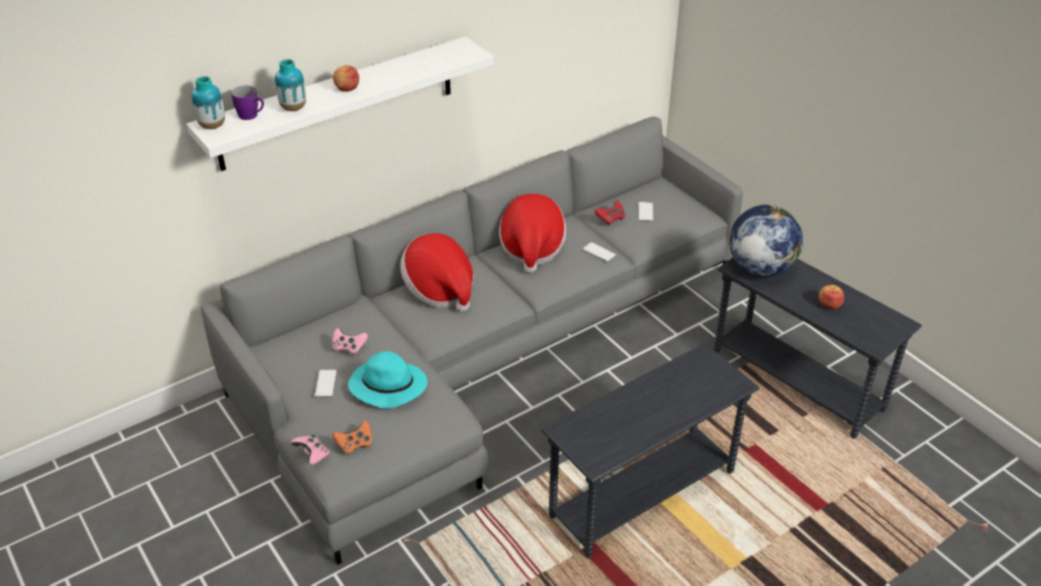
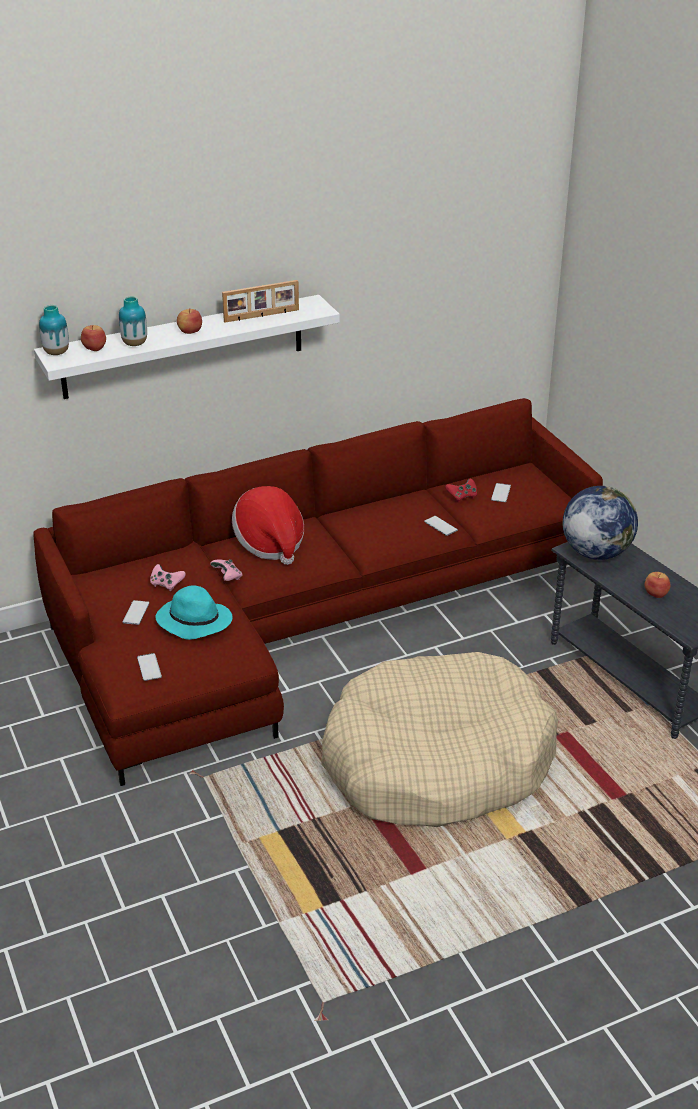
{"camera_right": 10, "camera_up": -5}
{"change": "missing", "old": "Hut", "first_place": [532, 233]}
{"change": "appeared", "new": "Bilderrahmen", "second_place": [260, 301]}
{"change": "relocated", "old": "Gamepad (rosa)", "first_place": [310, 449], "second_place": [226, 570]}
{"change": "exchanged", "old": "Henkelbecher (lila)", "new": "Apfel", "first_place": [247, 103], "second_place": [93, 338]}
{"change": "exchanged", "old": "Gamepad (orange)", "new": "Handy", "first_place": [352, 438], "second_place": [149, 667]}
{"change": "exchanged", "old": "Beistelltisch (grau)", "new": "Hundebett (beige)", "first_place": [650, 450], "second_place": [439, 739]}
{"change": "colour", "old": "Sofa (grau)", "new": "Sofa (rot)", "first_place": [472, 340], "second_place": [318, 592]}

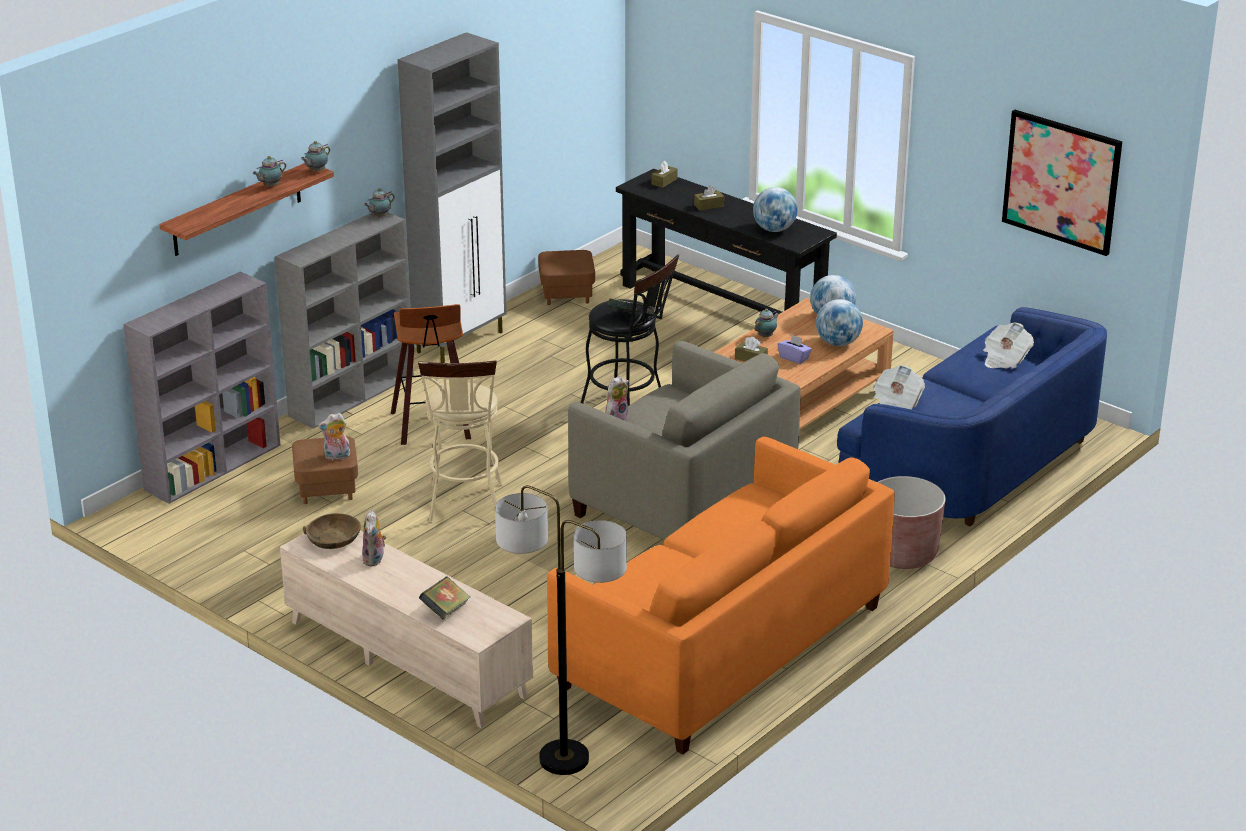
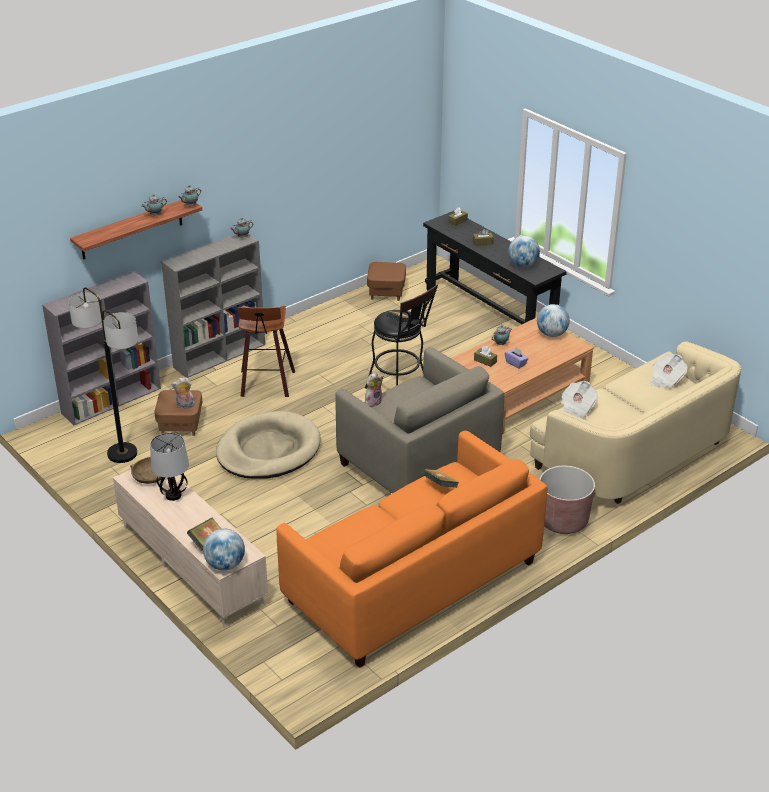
{"camera_right": 10, "camera_up": 5}
{"change": "missing", "old": "Schrank (grau)", "first_place": [452, 197]}
{"change": "missing", "old": "Bild", "first_place": [1062, 183]}
{"change": "appeared", "new": "Buch", "second_place": [440, 478]}
{"change": "relocated", "old": "Stehlampe", "first_place": [561, 630], "second_place": [103, 375]}
{"change": "relocated", "old": "Globus", "first_place": [839, 322], "second_place": [224, 550]}
{"change": "exchanged", "old": "Plüschtier", "new": "Tischlampe", "first_place": [374, 538], "second_place": [169, 467]}
{"change": "exchanged", "old": "Hocker (beige)", "new": "Hundebett (beige)", "first_place": [460, 442], "second_place": [268, 445]}
{"change": "colour", "old": "Sofa (blau)", "new": "Sofa (beige)", "first_place": [972, 416], "second_place": [635, 422]}

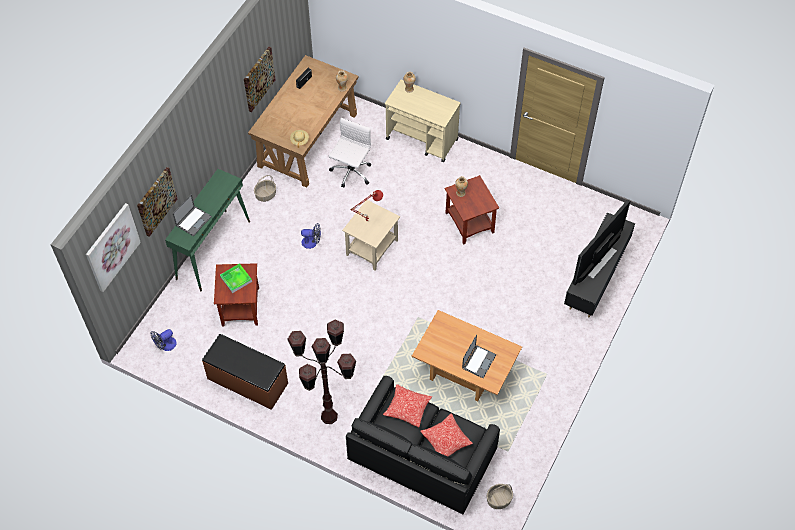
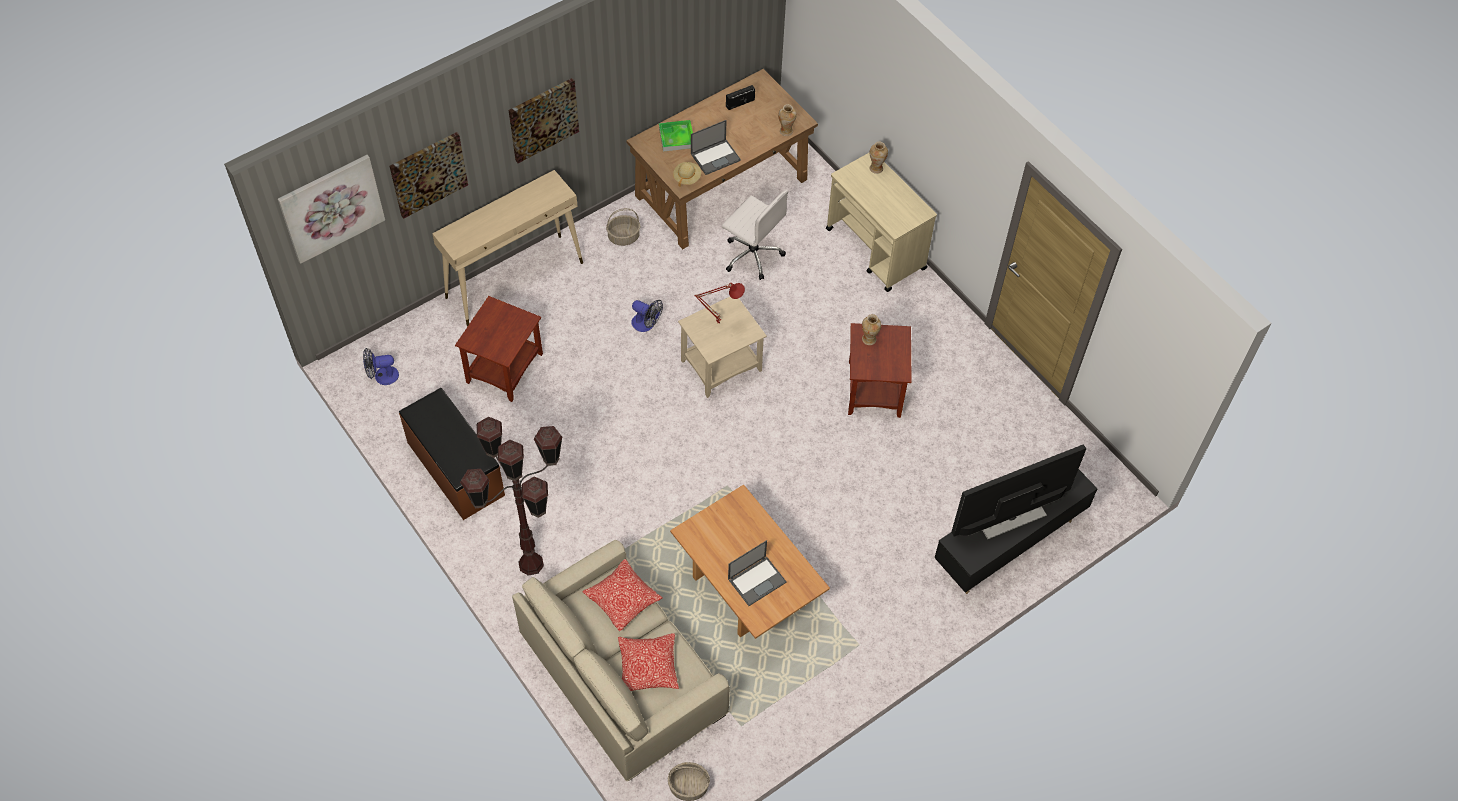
{"camera_right": 25, "camera_up": 0}
{"change": "relocated", "old": "Laptop", "first_place": [192, 215], "second_place": [716, 147]}
{"change": "relocated", "old": "Tablett", "first_place": [236, 278], "second_place": [676, 135]}
{"change": "relocated", "old": "Bild", "first_place": [260, 79], "second_place": [544, 120]}
{"change": "colour", "old": "Konsolentisch (grün)", "new": "Konsolentisch (beige)", "first_place": [207, 230], "second_place": [507, 248]}
{"change": "colour", "old": "Sofa (schwarz)", "new": "Sofa (beige)", "first_place": [423, 445], "second_place": [621, 660]}
{"change": "spun", "old": "Bürostuhl (weiß)", "first_place": [350, 153], "second_place": [755, 235], "degrees": 75}

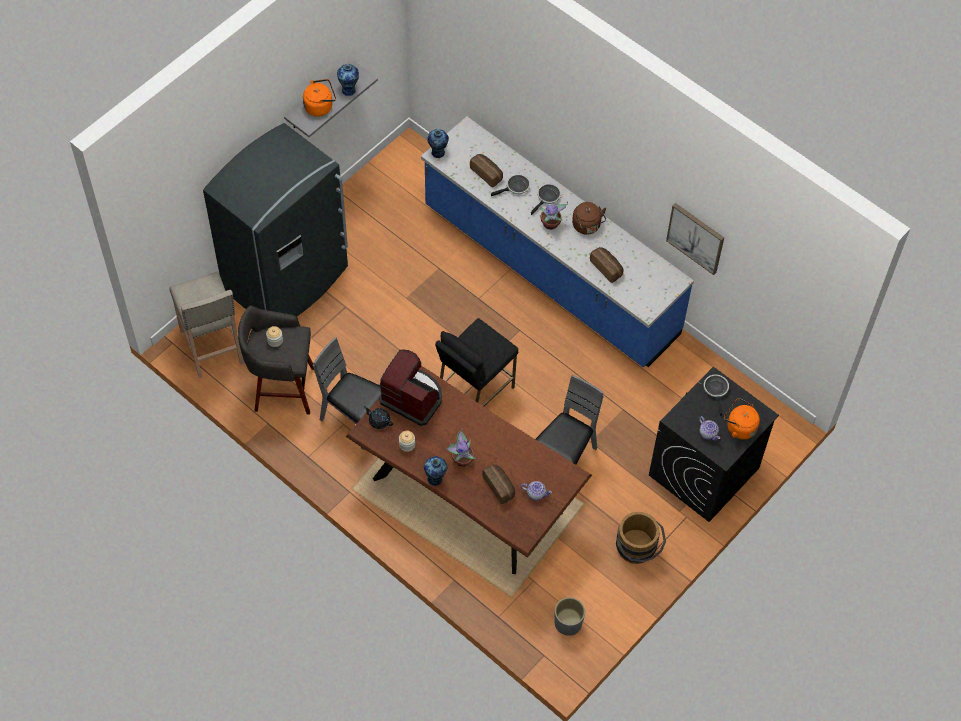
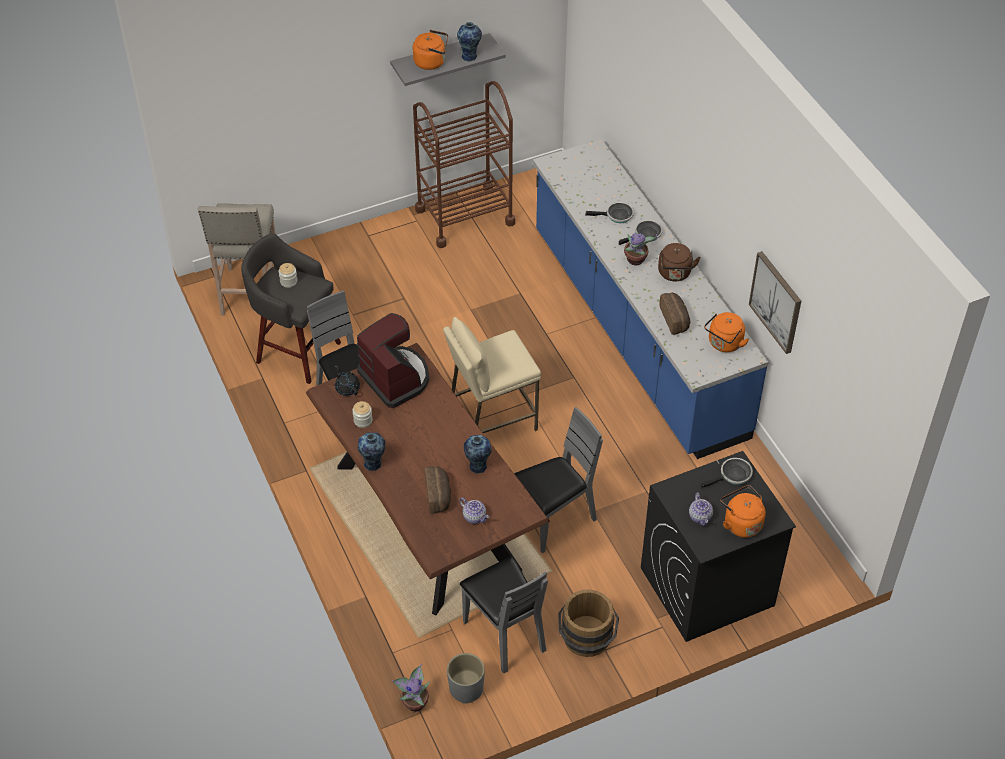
{"camera_right": 25, "camera_up": -10}
{"change": "missing", "old": "Kühlschrank (grau)", "first_place": [275, 220]}
{"change": "missing", "old": "Brot", "first_place": [486, 170]}
{"change": "appeared", "new": "Rollwagen (braun)", "second_place": [464, 164]}
{"change": "appeared", "new": "Stuhl (grau)", "second_place": [504, 614]}
{"change": "appeared", "new": "Wasserkessel (orange)", "second_place": [726, 332]}
{"change": "relocated", "old": "Vase", "first_place": [438, 143], "second_place": [477, 454]}
{"change": "relocated", "old": "Topfpflanze", "first_place": [461, 447], "second_place": [411, 688]}
{"change": "colour", "old": "Hocker (schwarz)", "new": "Hocker (beige)", "first_place": [476, 362], "second_place": [492, 375]}
{"change": "spun", "old": "Pfanne", "first_place": [716, 395], "second_place": [727, 473], "degrees": 45}

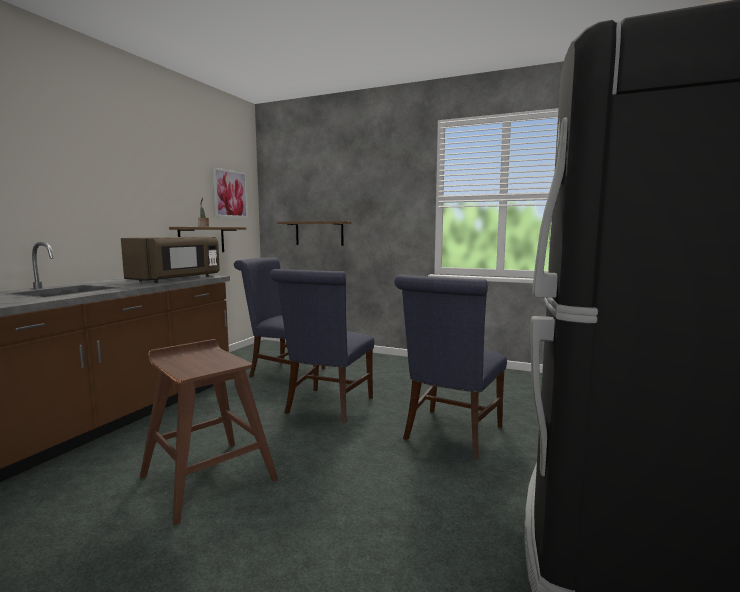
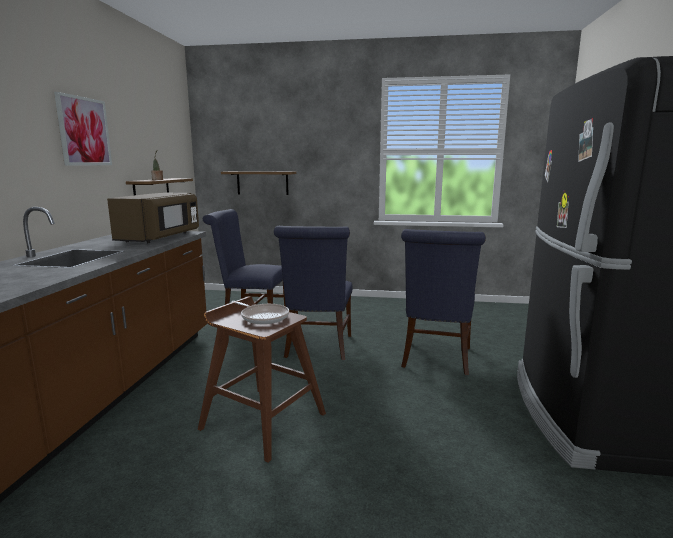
{"camera_right": -15, "camera_up": 5}
{"change": "appeared", "new": "Pfanne", "second_place": [260, 312]}
{"change": "relocated", "old": "Bild", "first_place": [230, 192], "second_place": [83, 129]}

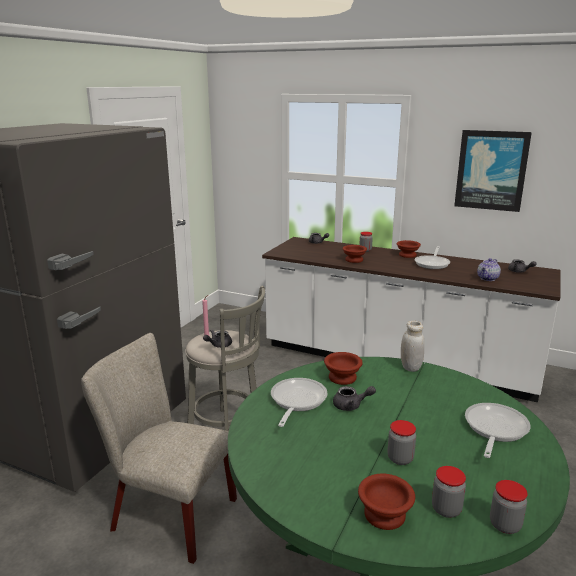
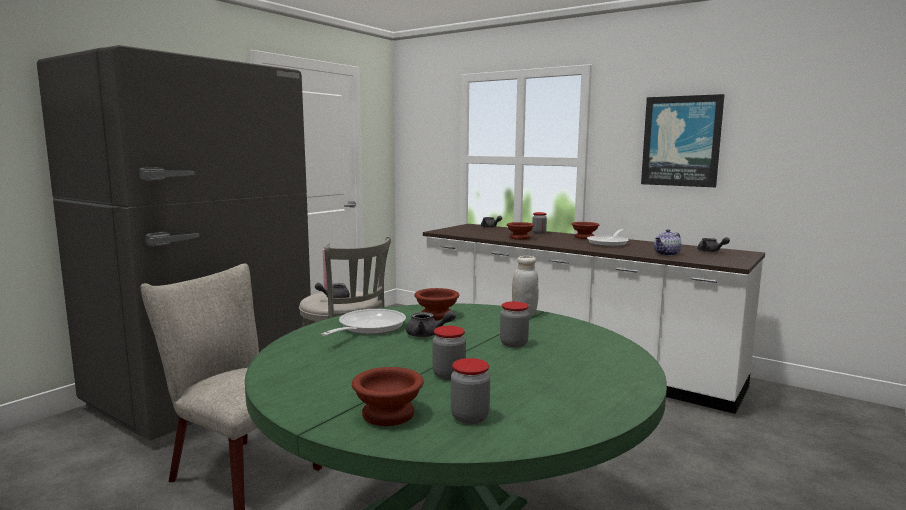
{"camera_right": 10, "camera_up": -10}
{"change": "missing", "old": "Pfanne", "first_place": [498, 430]}
{"change": "relocated", "old": "Vorratsglas", "first_place": [508, 507], "second_place": [514, 324]}

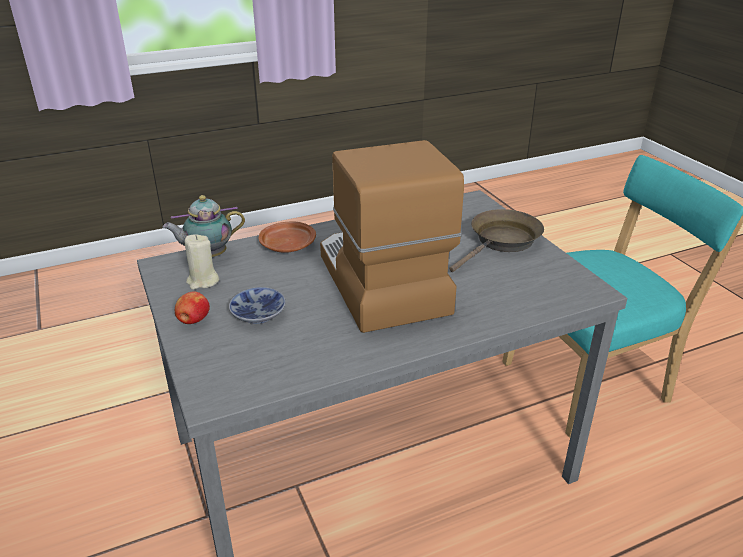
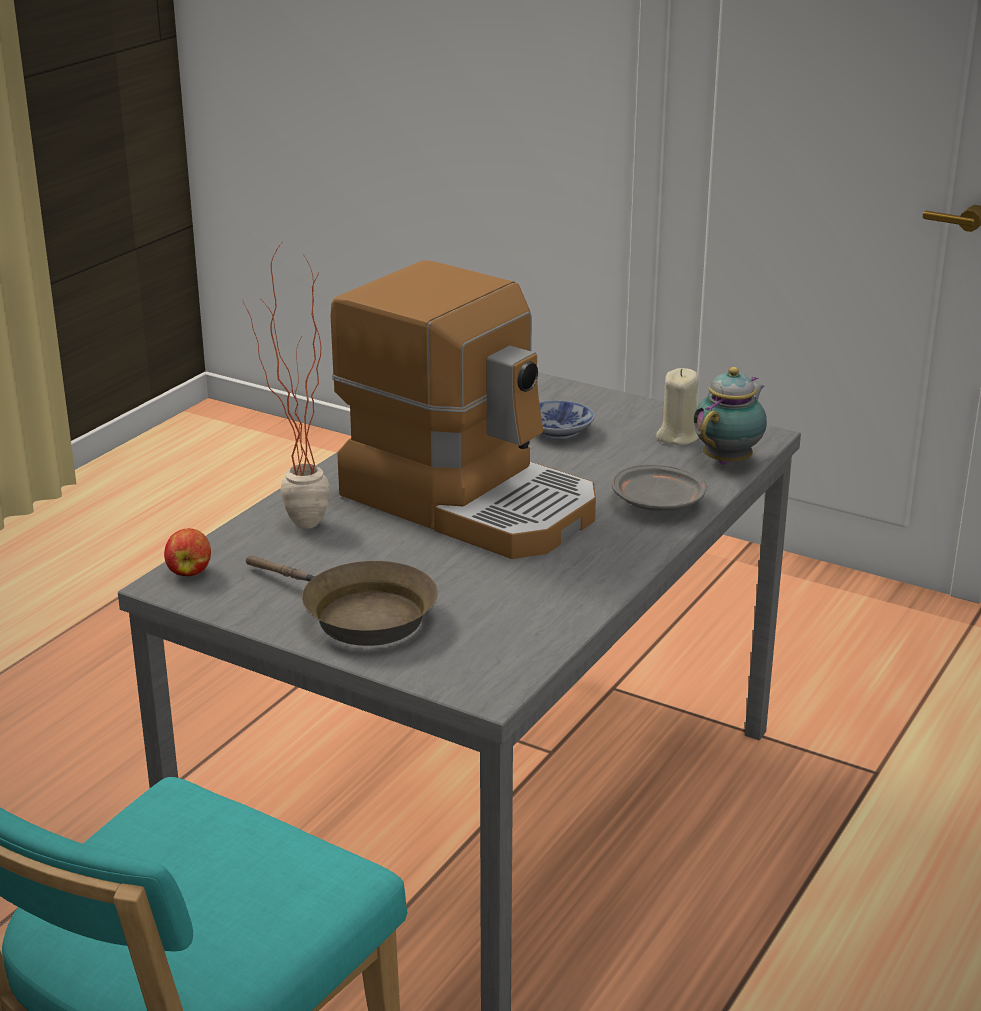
{"camera_right": 145, "camera_up": -5}
{"change": "appeared", "new": "Topfpflanze", "second_place": [286, 386]}
{"change": "relocated", "old": "Apfel", "first_place": [192, 307], "second_place": [187, 552]}
{"change": "colour", "old": "Teller (braun)", "new": "Teller (grau)", "first_place": [287, 237], "second_place": [659, 487]}
{"change": "spun", "old": "Pfanne (braun)", "first_place": [496, 240], "second_place": [342, 600], "degrees": -60}

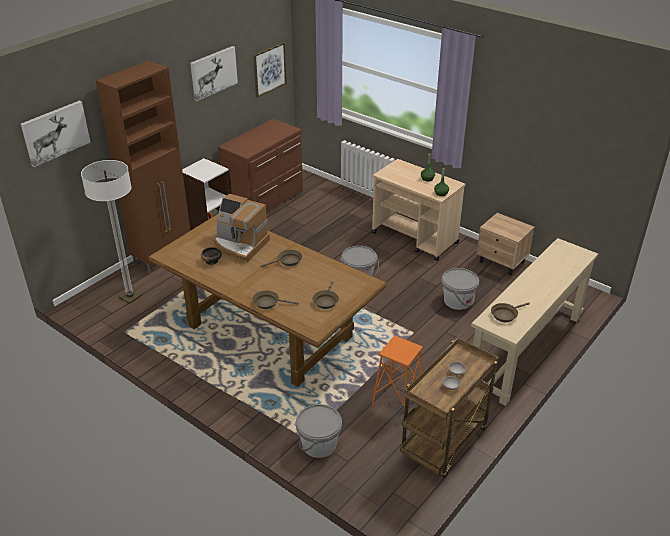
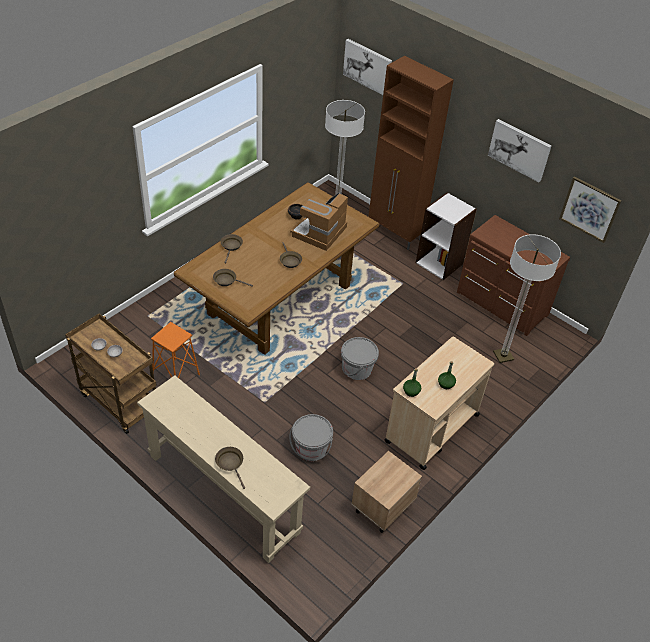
{"camera_right": 90, "camera_up": 10}
{"change": "missing", "old": "Eimer (grau)", "first_place": [319, 431]}
{"change": "appeared", "new": "Stehlampe", "second_place": [527, 298]}
{"change": "relocated", "old": "Pfanne (braun)", "first_place": [510, 312], "second_place": [230, 468]}

